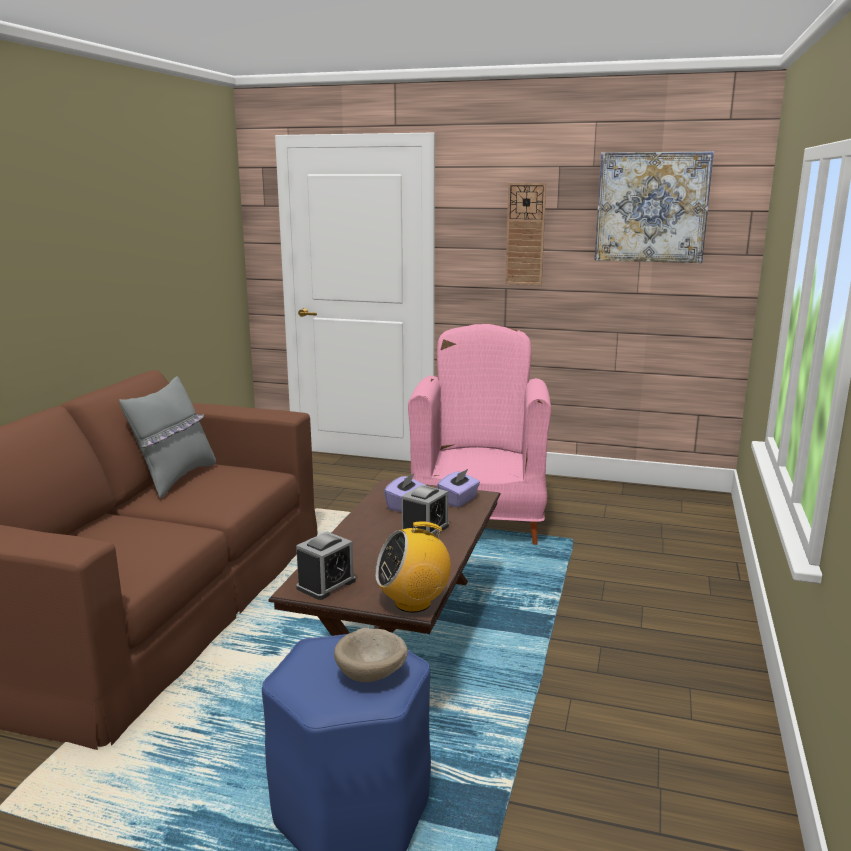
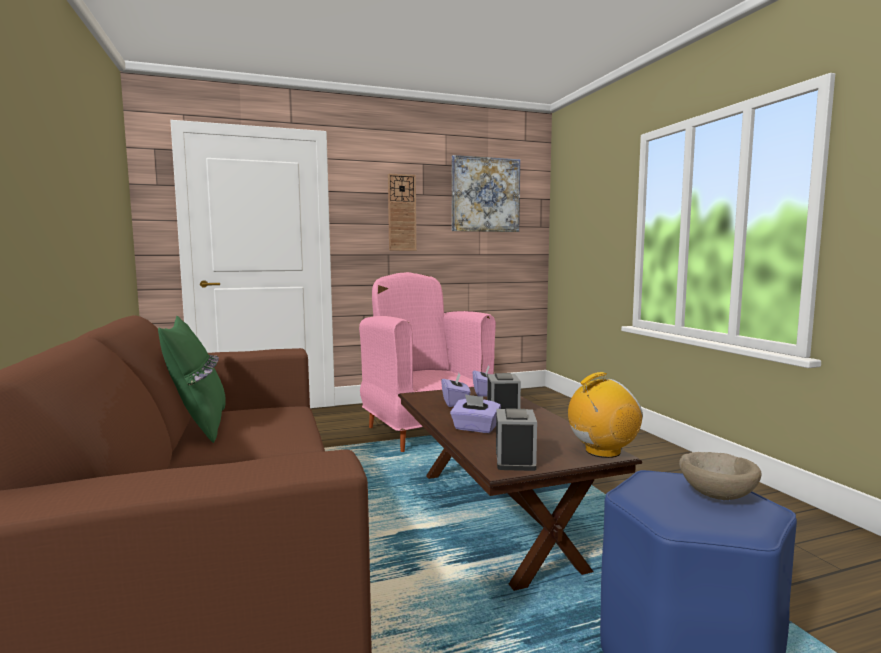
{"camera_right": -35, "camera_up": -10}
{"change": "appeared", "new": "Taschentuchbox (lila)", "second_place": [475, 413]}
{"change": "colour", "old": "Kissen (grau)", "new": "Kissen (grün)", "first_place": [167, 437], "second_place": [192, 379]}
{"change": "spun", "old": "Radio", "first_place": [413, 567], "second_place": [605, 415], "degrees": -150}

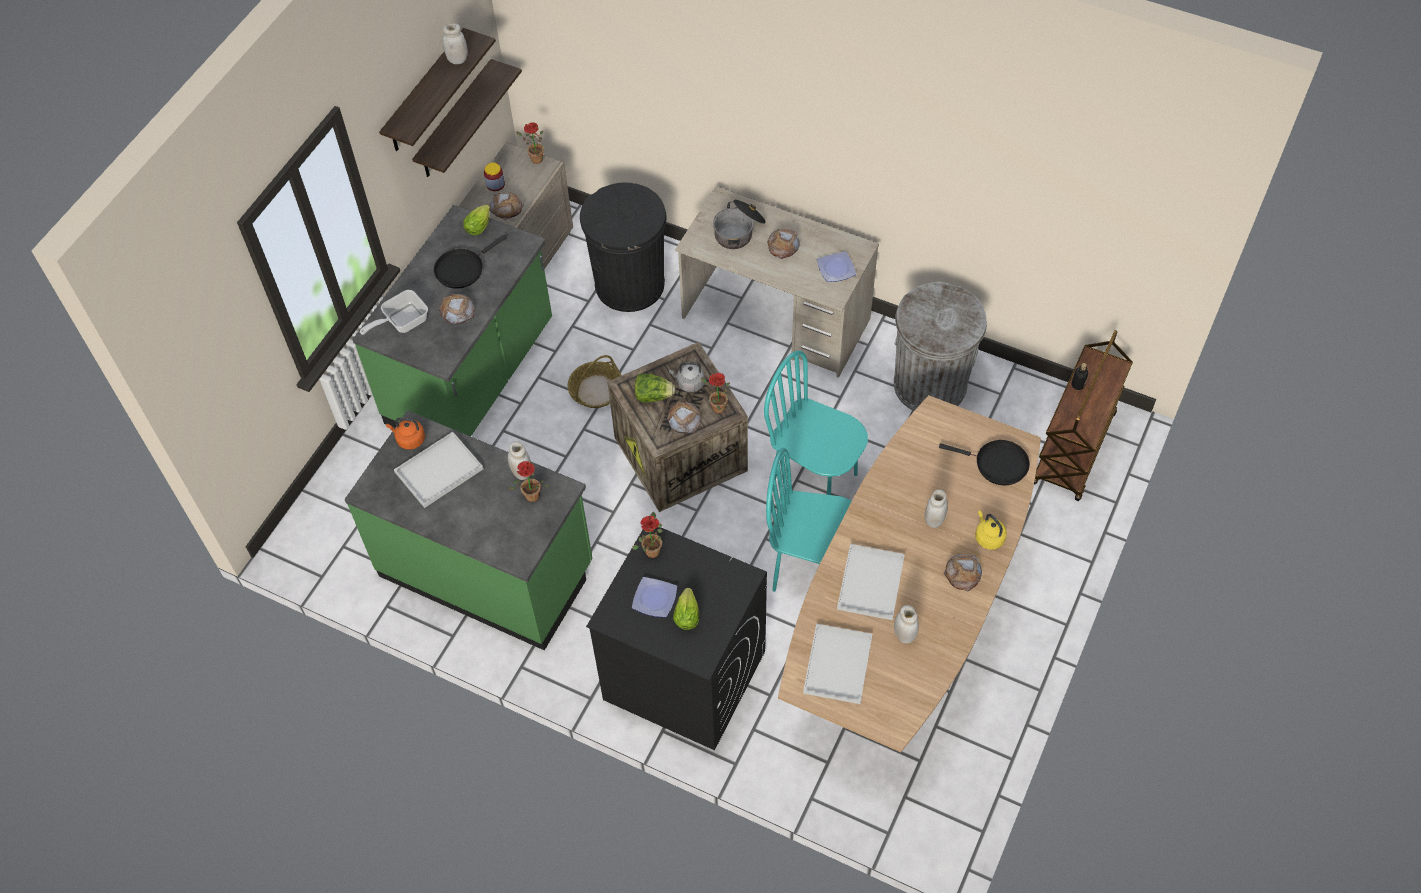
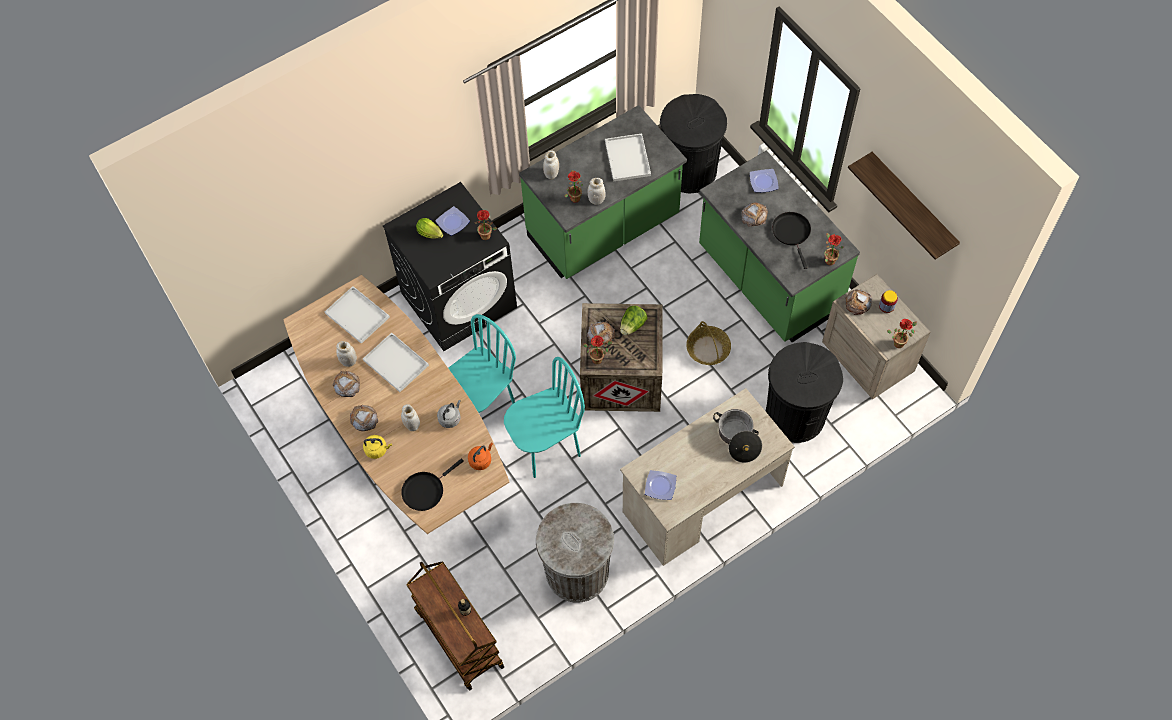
{"camera_right": 120, "camera_up": 5}
{"change": "missing", "old": "Wandregal", "first_place": [467, 118]}
{"change": "appeared", "new": "Mülleimer (schwarz)", "second_place": [693, 143]}
{"change": "relocated", "old": "Wasserkessel (orange)", "first_place": [405, 434], "second_place": [480, 456]}
{"change": "relocated", "old": "Vorratsglas (weiß)", "first_place": [455, 43], "second_place": [551, 164]}
{"change": "relocated", "old": "Wasserkessel (grau)", "first_place": [687, 377], "second_place": [449, 414]}
{"change": "relocated", "old": "Brot", "first_place": [783, 244], "second_place": [346, 384]}
{"change": "exchanged", "old": "Pfanne", "new": "Teller", "first_place": [394, 312], "second_place": [764, 180]}
{"change": "exchanged", "old": "Salatkopf", "new": "Topfpflanze", "first_place": [476, 219], "second_place": [834, 249]}

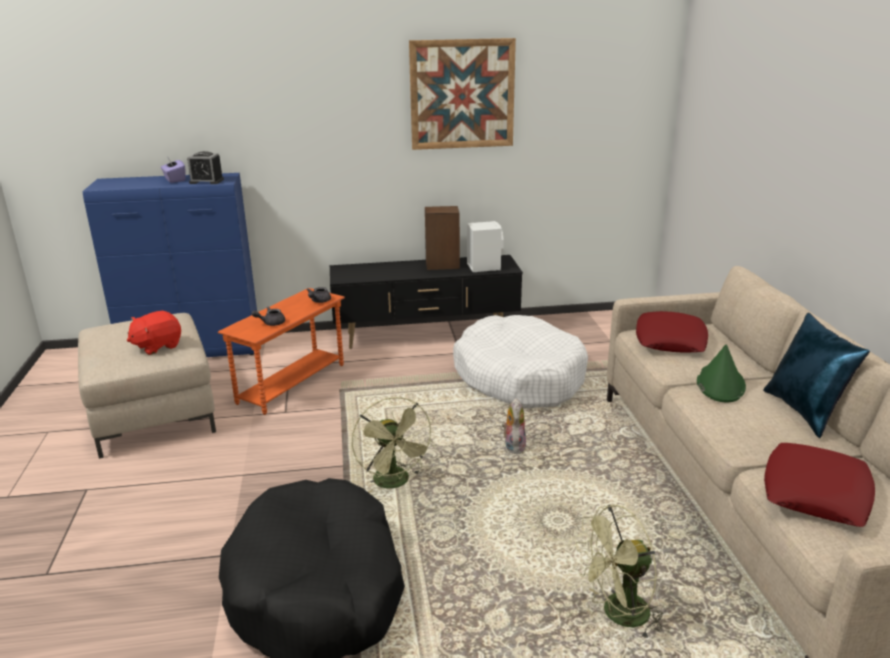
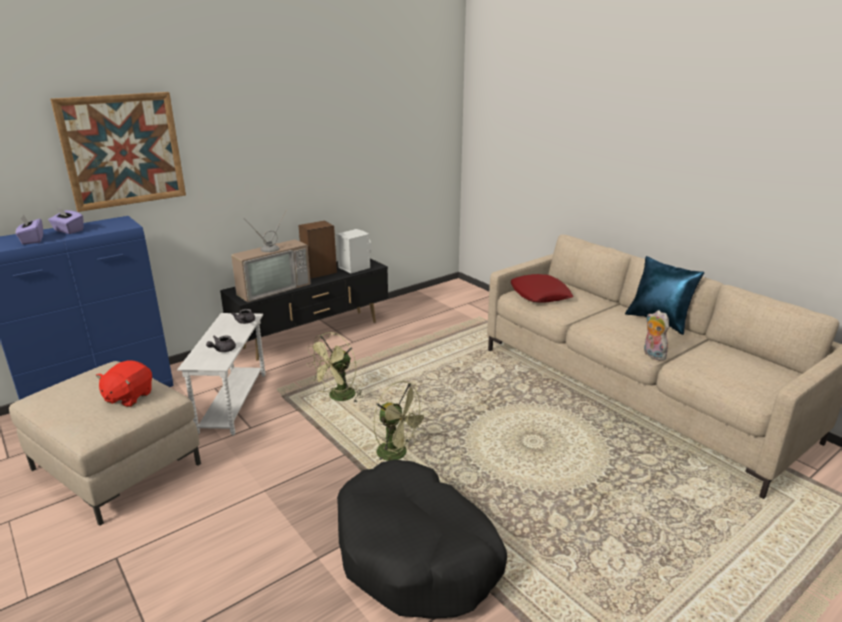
{"camera_right": -30, "camera_up": 0}
{"change": "missing", "old": "Wecker", "first_place": [205, 167]}
{"change": "missing", "old": "Hundebett (weiß)", "first_place": [520, 361]}
{"change": "missing", "old": "Hut (grün)", "first_place": [721, 374]}
{"change": "missing", "old": "Kissen (rot)", "first_place": [819, 485]}
{"change": "appeared", "new": "Taschentuchbox (lila)", "second_place": [29, 230]}
{"change": "appeared", "new": "Fernseher", "second_place": [271, 255]}
{"change": "relocated", "old": "Bild", "first_place": [462, 94], "second_place": [118, 152]}
{"change": "relocated", "old": "Plüschtier", "first_place": [514, 426], "second_place": [656, 335]}
{"change": "relocated", "old": "Ventilator (grün)", "first_place": [621, 571], "second_place": [334, 367]}
{"change": "colour", "old": "Beistelltisch (orange)", "new": "Beistelltisch (weiß)", "first_place": [281, 351], "second_place": [221, 374]}

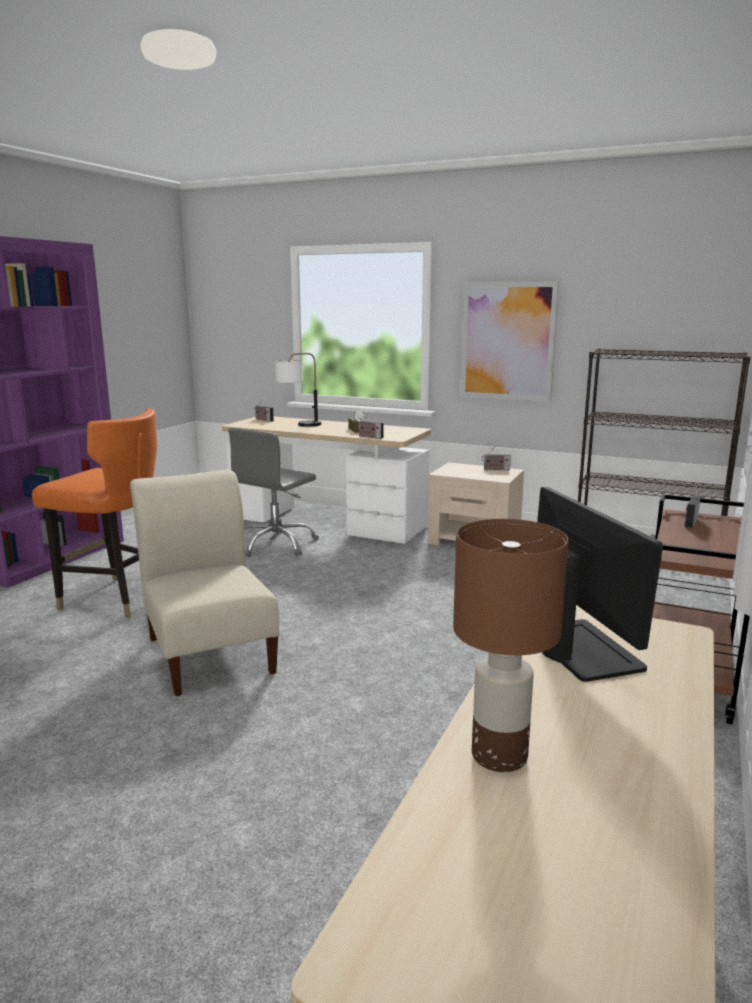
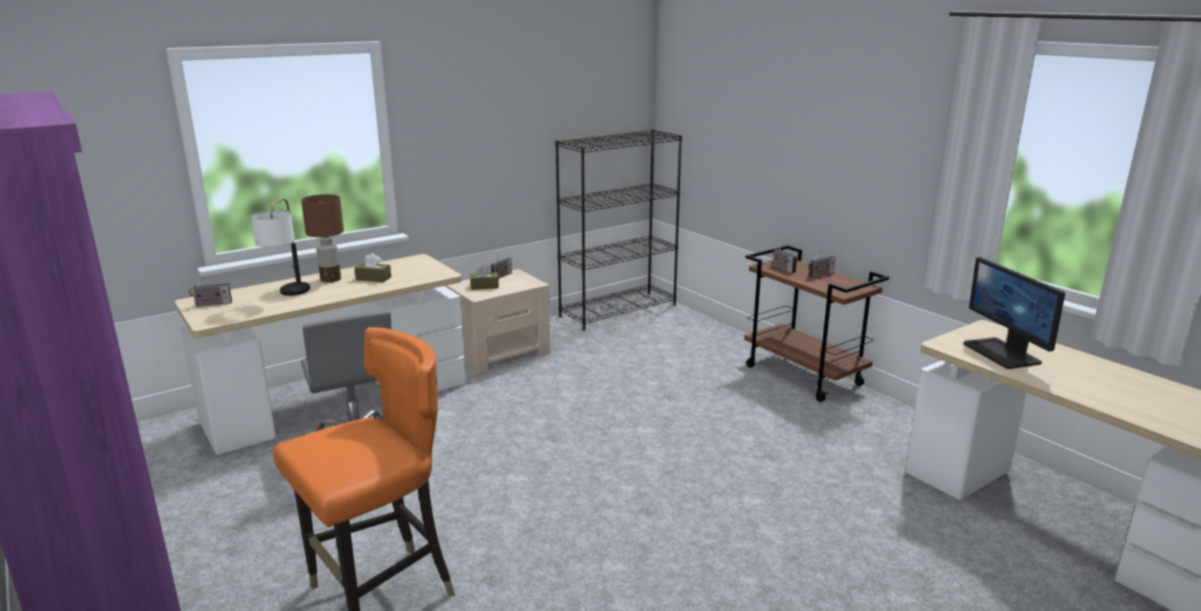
{"camera_right": -60, "camera_up": 5}
{"change": "missing", "old": "Stuhl (beige)", "first_place": [204, 583]}
{"change": "missing", "old": "Bild", "first_place": [510, 341]}
{"change": "appeared", "new": "Taschentuchbox (braun)", "second_place": [484, 277]}
{"change": "relocated", "old": "Radio", "first_place": [370, 426], "second_place": [822, 264]}
{"change": "relocated", "old": "Tischlampe (braun)", "first_place": [511, 645], "second_place": [322, 238]}
{"change": "spun", "old": "Monitor", "first_place": [600, 584], "second_place": [1014, 313], "degrees": -120}

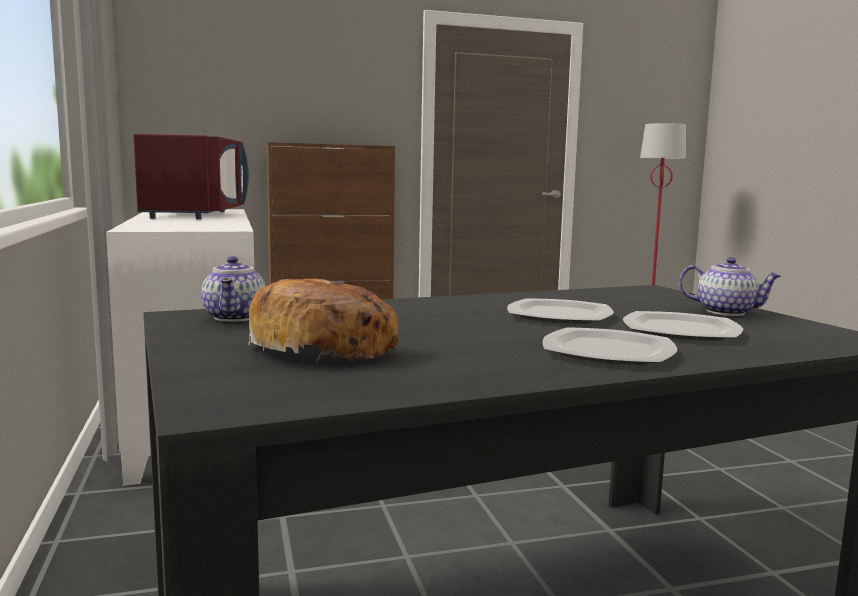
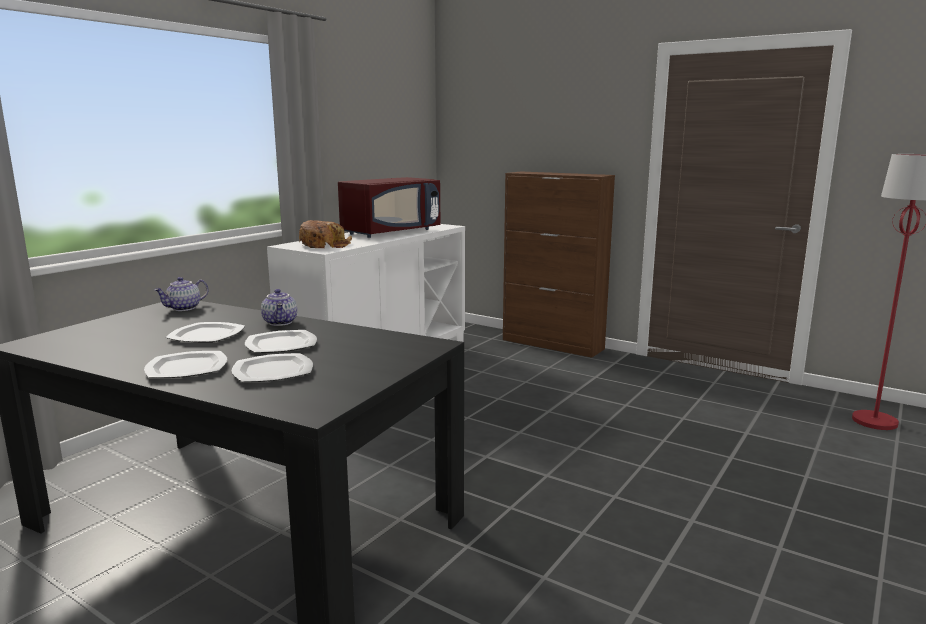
{"camera_right": 50, "camera_up": 5}
{"change": "appeared", "new": "Teller", "second_place": [205, 332]}
{"change": "relocated", "old": "Brot", "first_place": [323, 320], "second_place": [325, 234]}
{"change": "relocated", "old": "Teekanne", "first_place": [730, 286], "second_place": [279, 307]}

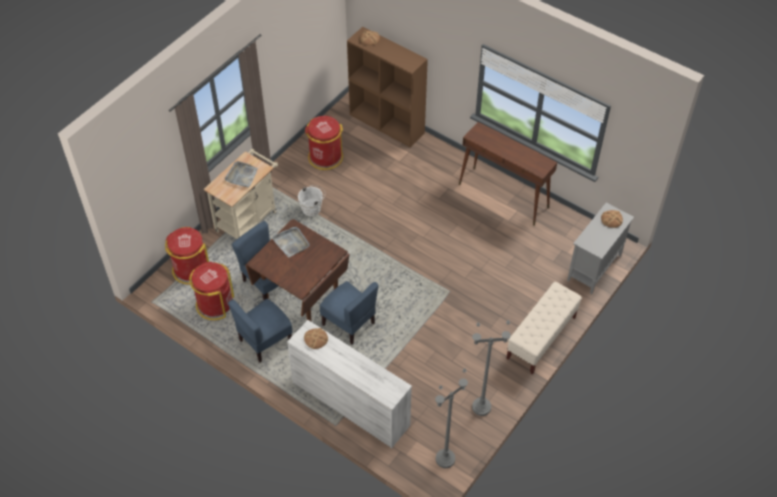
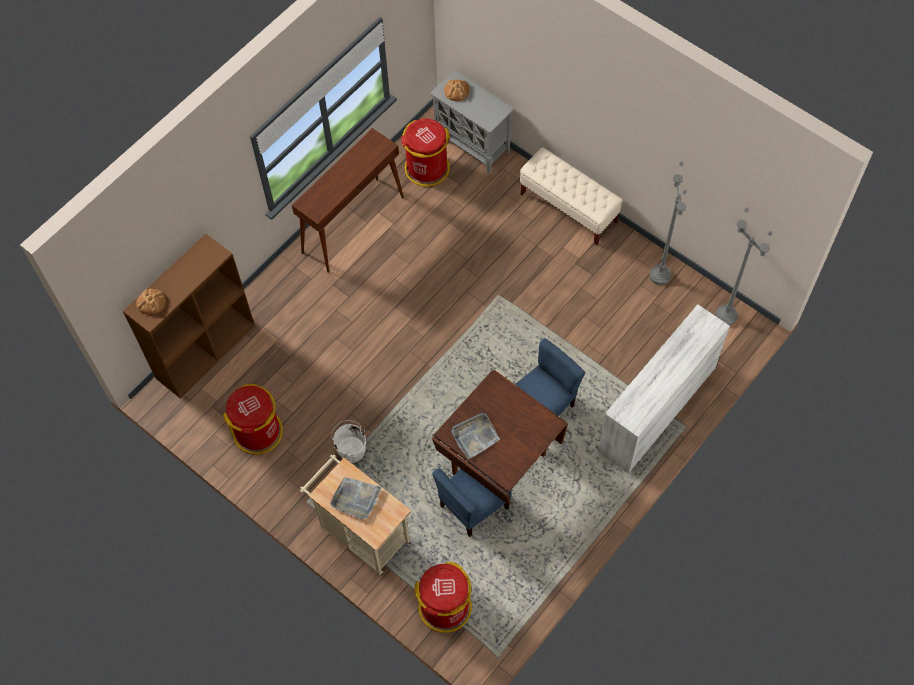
{"camera_right": -85, "camera_up": 10}
{"change": "missing", "old": "Stuhl (blau)", "first_place": [260, 331]}
{"change": "missing", "old": "Brot", "first_place": [316, 338]}
{"change": "relocated", "old": "Mülleimer (rot)", "first_place": [211, 291], "second_place": [425, 153]}

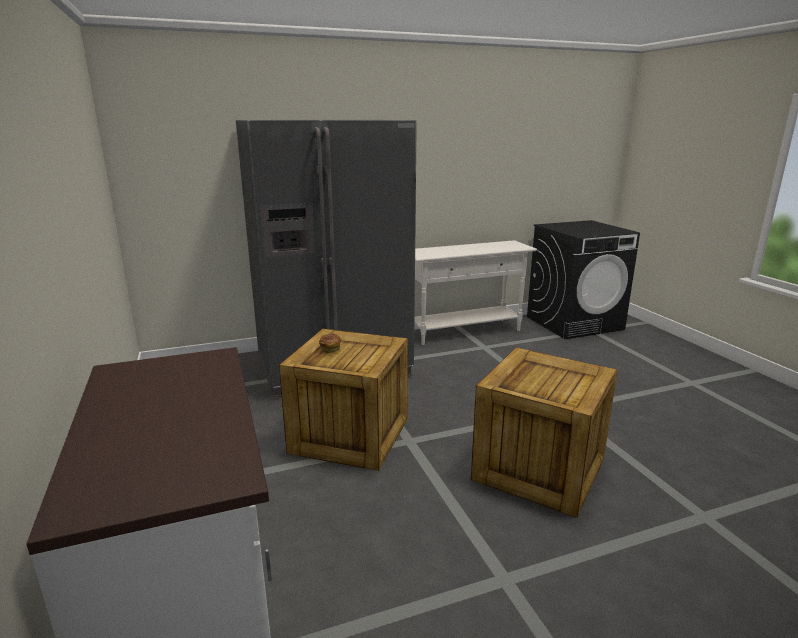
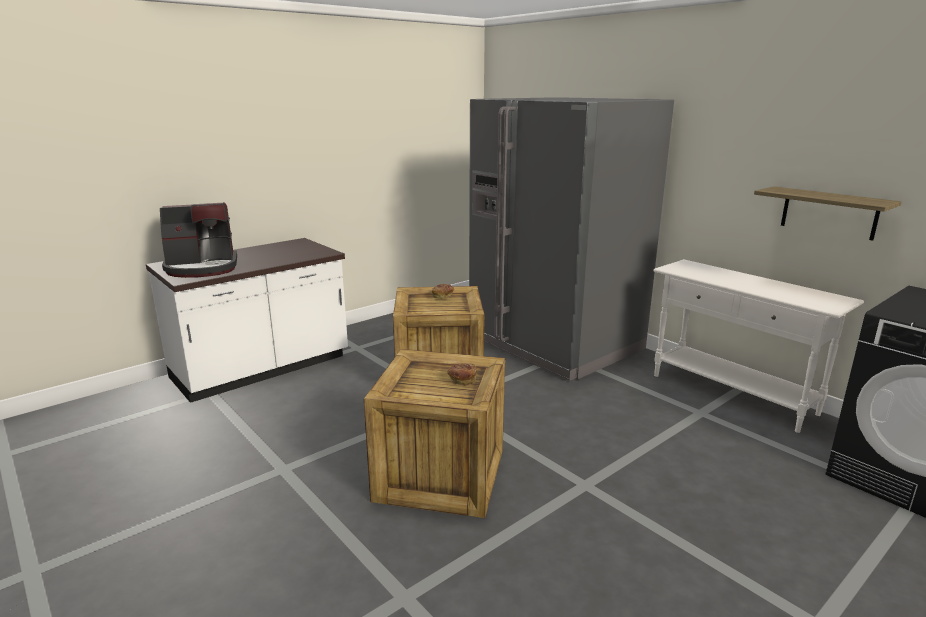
{"camera_right": 70, "camera_up": 0}
{"change": "appeared", "new": "Kaffeemaschine", "second_place": [198, 240]}
{"change": "appeared", "new": "Brot", "second_place": [462, 374]}
{"change": "appeared", "new": "Wandregal", "second_place": [827, 213]}

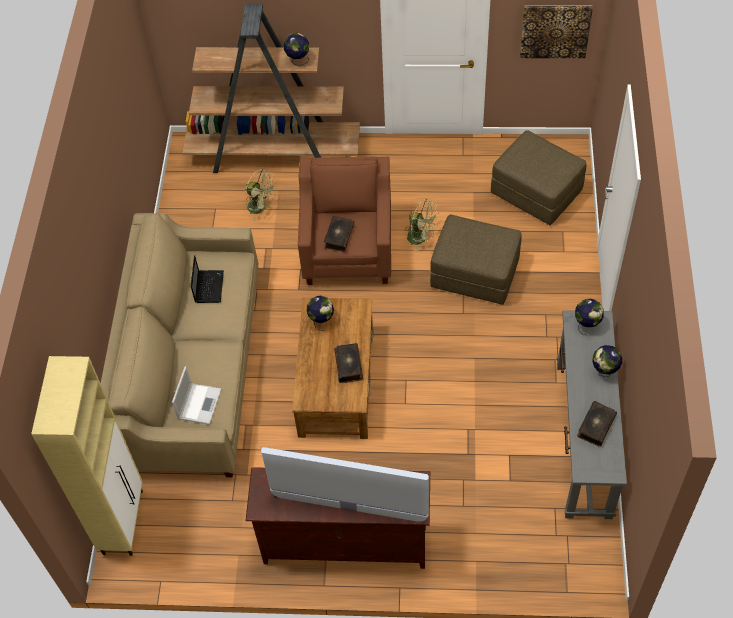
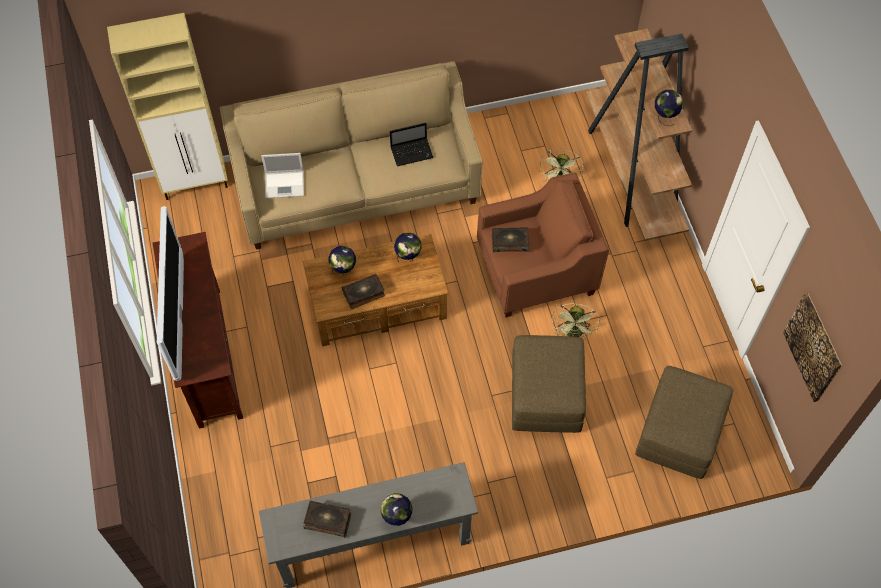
{"camera_right": 70, "camera_up": 5}
{"change": "relocated", "old": "Globus", "first_place": [589, 317], "second_place": [342, 261]}

